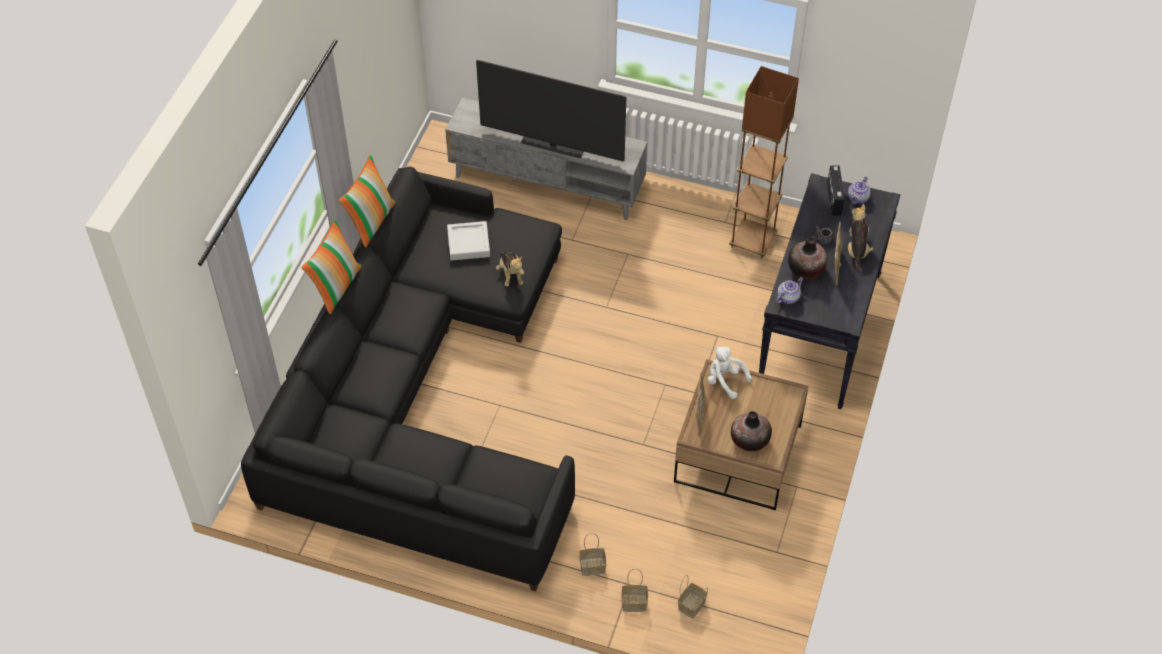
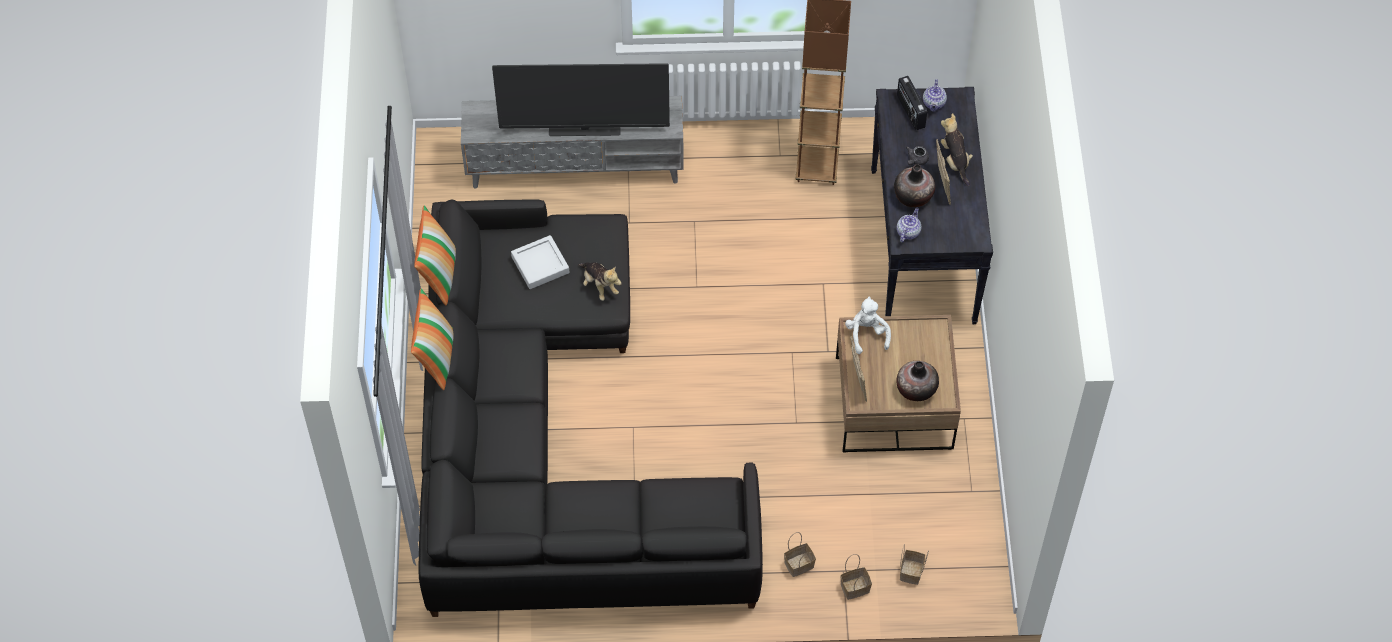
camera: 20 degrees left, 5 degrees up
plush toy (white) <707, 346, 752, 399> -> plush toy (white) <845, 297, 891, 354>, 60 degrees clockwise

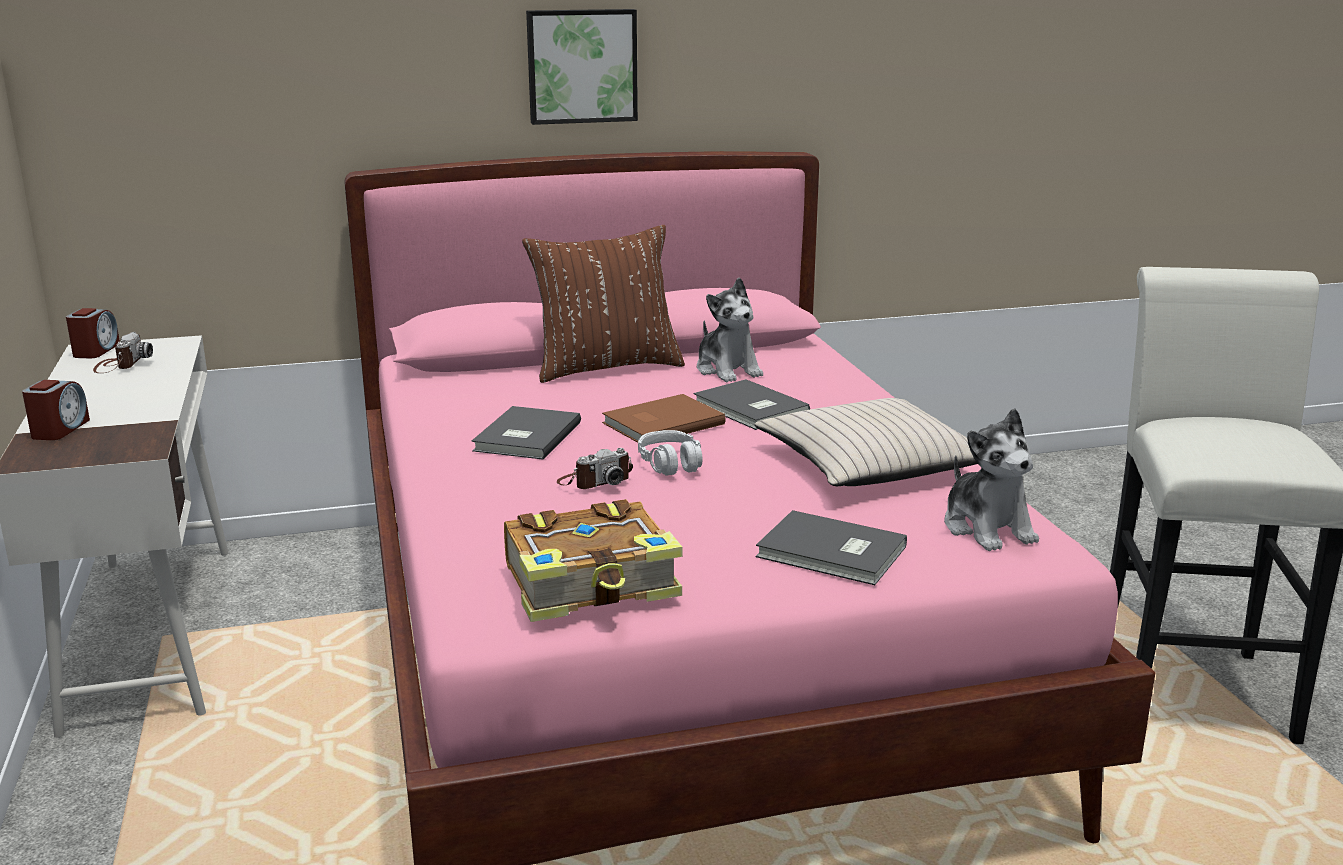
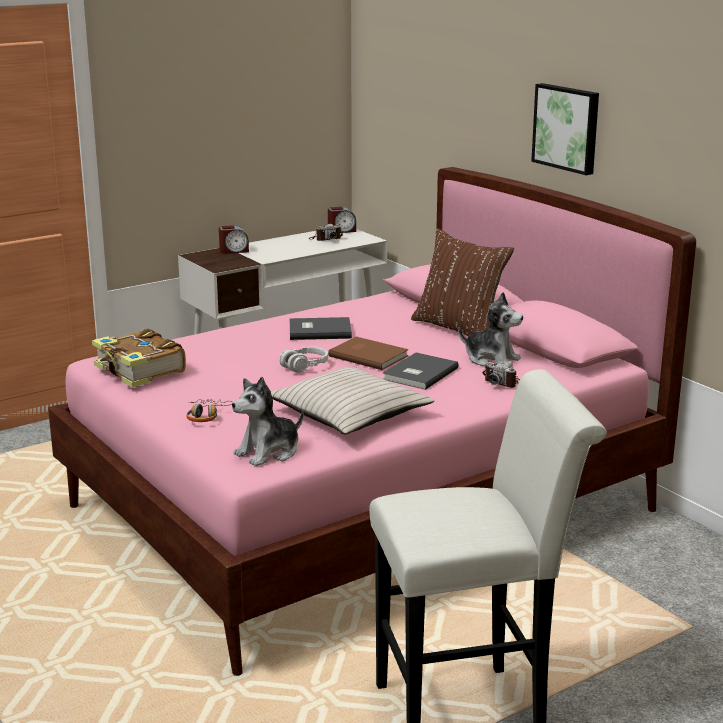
camera: 70 degrees right, 0 degrees up
plush toy <697, 277, 763, 382> -> plush toy <458, 292, 523, 368>, 105 degrees counterclockwise
photo camera <557, 448, 633, 489> -> photo camera <482, 362, 520, 388>, moved
book (grey) <756, 510, 907, 585> -> headphones <186, 399, 233, 422>

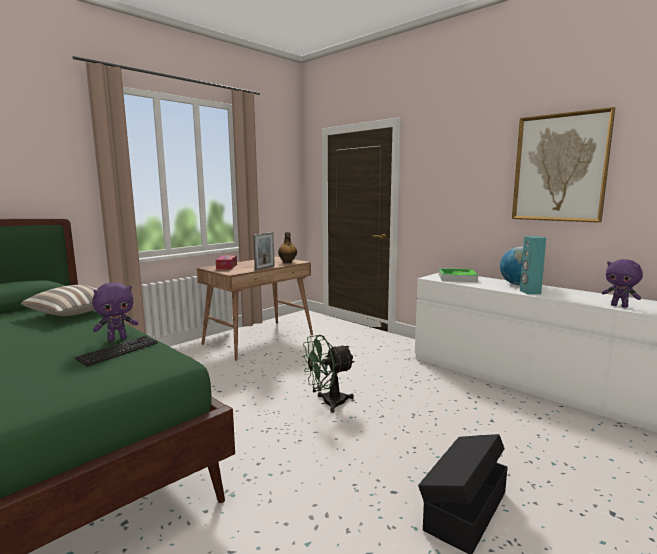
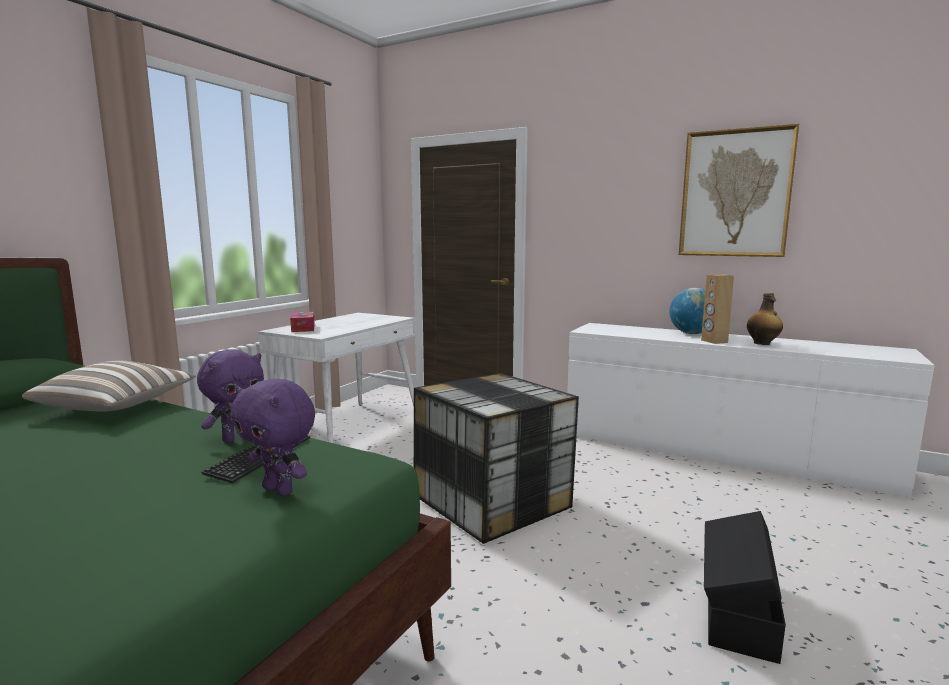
camera: 15 degrees left, 0 degrees up
picture frame <253, 232, 275, 271> -> none
bottle <278, 232, 297, 263> -> bottle <747, 293, 783, 345>, moved
speaker (turquoise) <520, 236, 546, 294> -> speaker (brown) <701, 274, 734, 344>
desk (brown) <197, 257, 313, 361> -> desk (white) <258, 313, 415, 443>
plush toy (purple) <602, 259, 643, 308> -> plush toy (purple) <231, 379, 315, 496>, moved
tray <439, 268, 478, 282> -> none
fan (green) <302, 335, 355, 412> -> storage box <414, 373, 579, 544>

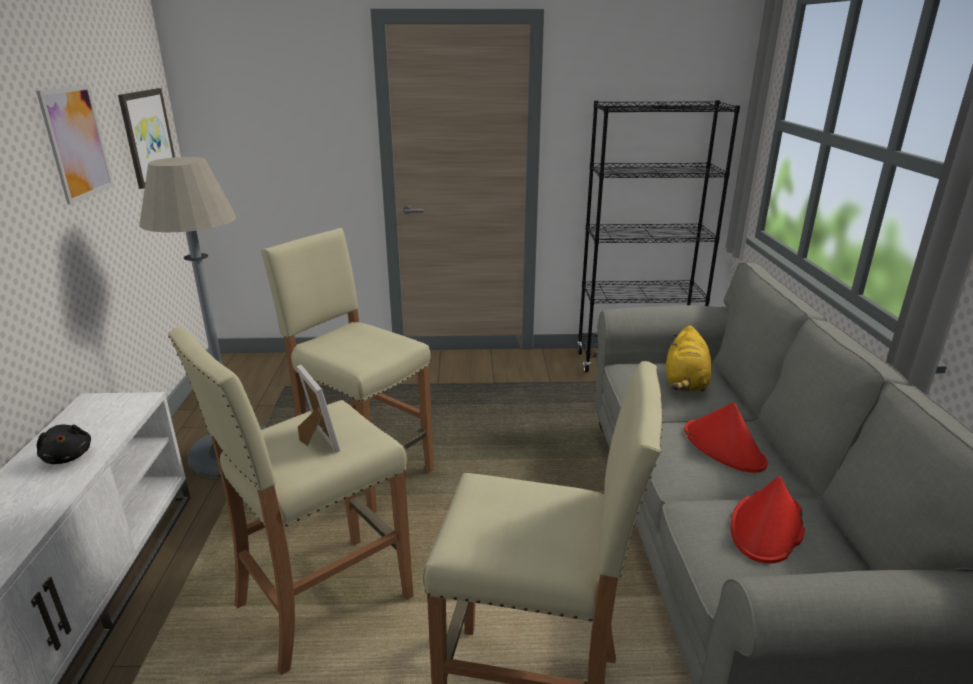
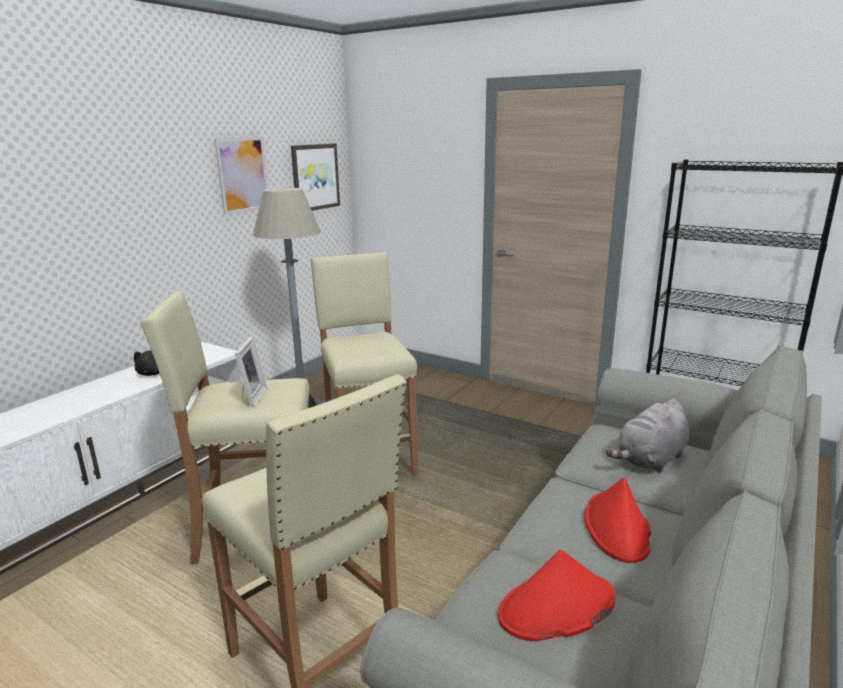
camera: 35 degrees right, 5 degrees down
plush toy (yellow) <666, 325, 711, 392> -> plush toy (grey) <606, 399, 689, 473>

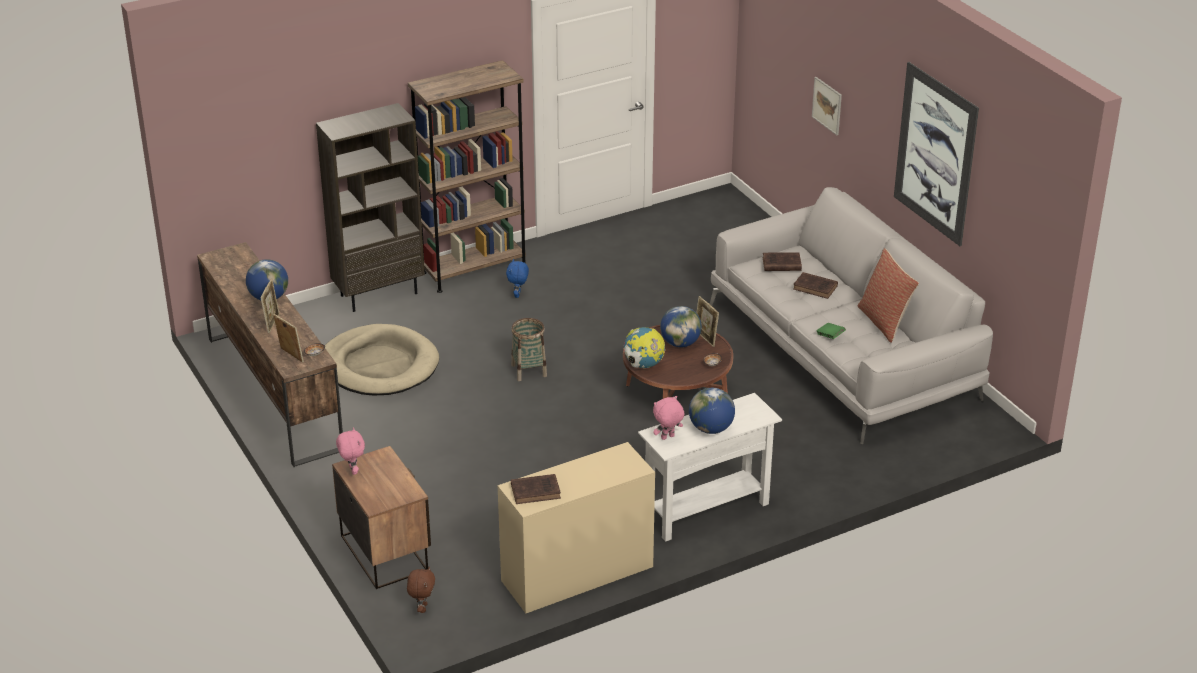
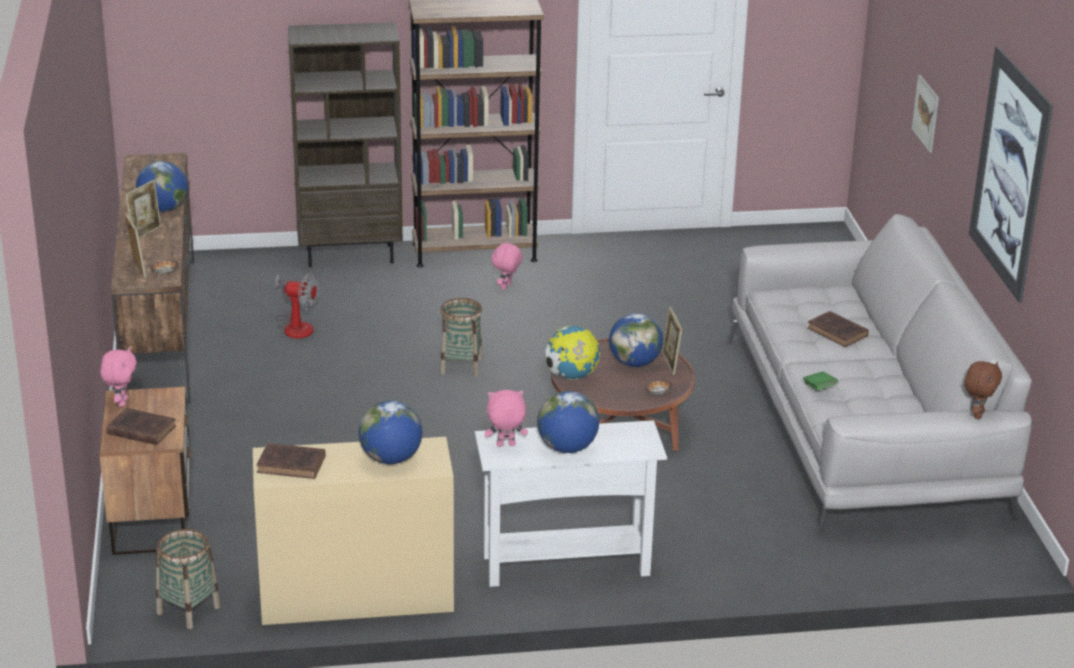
camera: 20 degrees right, 5 degrees down
pillow <858, 248, 919, 343> -> none
book (brown) <763, 252, 802, 271> -> book (brown) <106, 408, 176, 445>, moved
plush toy (blue) <506, 259, 529, 298> -> plush toy (pink) <492, 241, 523, 290>
dog bed (beige) <325, 324, 439, 396> -> fan <275, 273, 318, 339>
plush toy (brown) <407, 567, 435, 613> -> plush toy (brown) <965, 361, 1002, 419>, moved
none -> globe <359, 400, 422, 464>
none -> basket <156, 529, 221, 629>

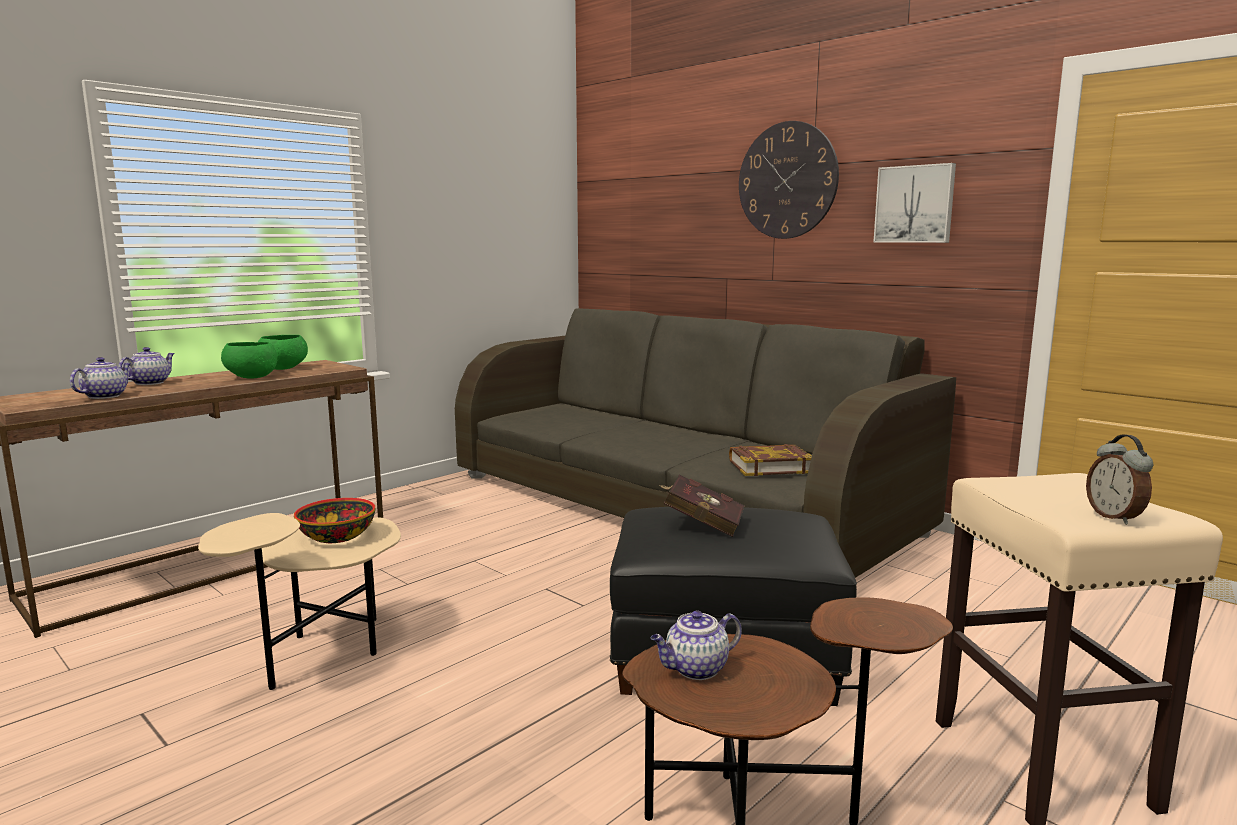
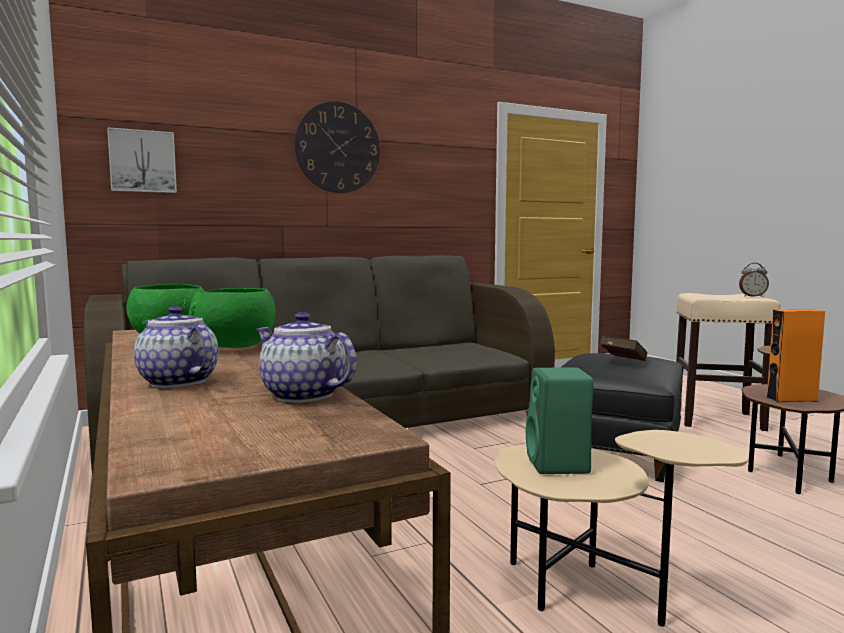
camera: 70 degrees left, 5 degrees down
picture <873, 163, 956, 243> -> picture <107, 127, 177, 193>, moved
book <729, 444, 812, 476> -> none
bowl <294, 498, 375, 543> -> speaker (green) <526, 367, 594, 474>
teapot <651, 611, 742, 680> -> speaker (orange) <767, 309, 825, 402>

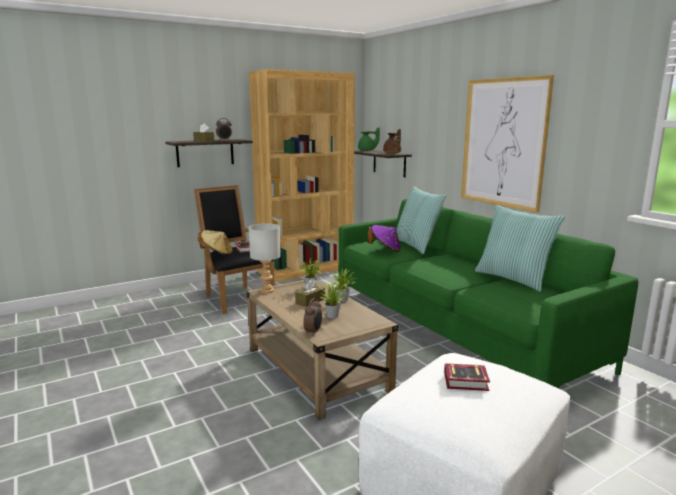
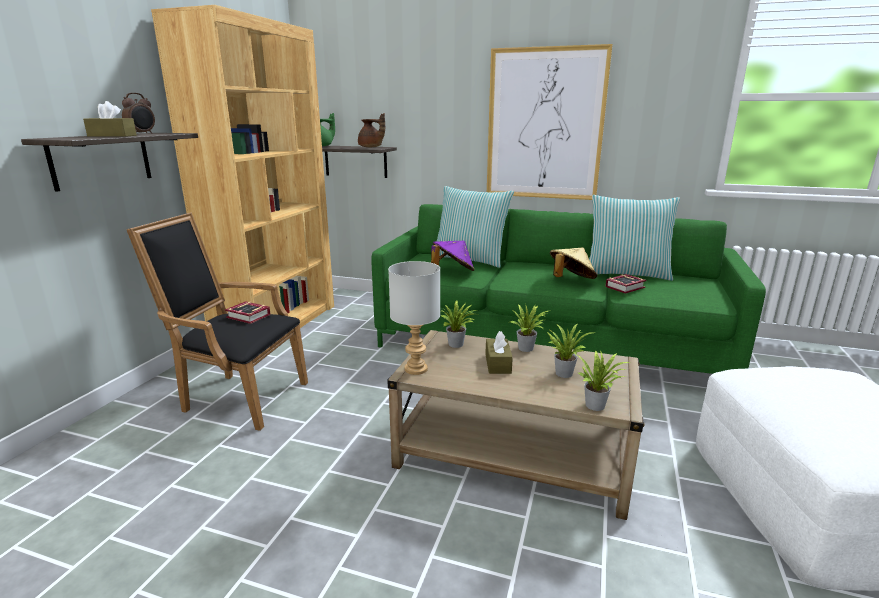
camera: 40 degrees left, 5 degrees up
hat (beige) <198, 230, 233, 255> -> hat (beige) <550, 247, 597, 279>, moved
alarm clock <303, 298, 322, 336> -> potted plant <577, 350, 630, 411>
book <444, 363, 490, 391> -> book <605, 274, 646, 294>, moved

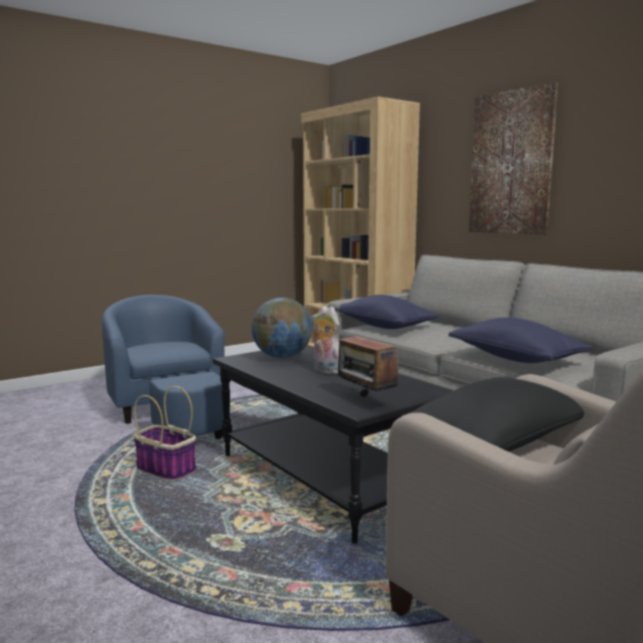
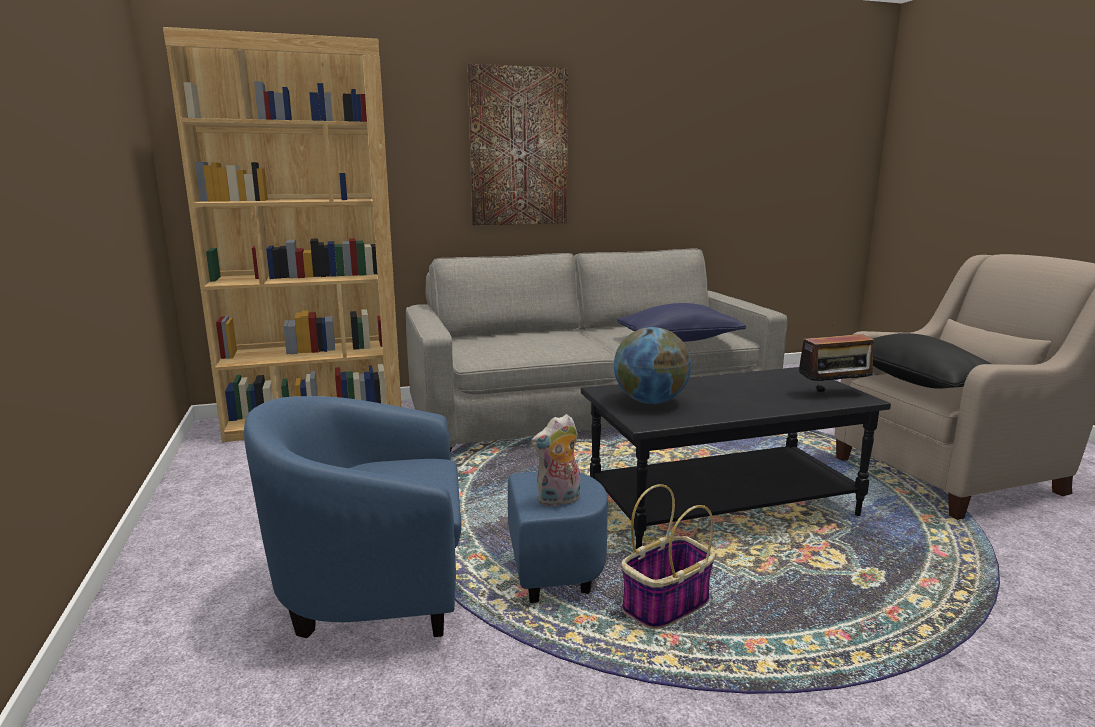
camera: 70 degrees left, 5 degrees up
pillow (blue) <335, 295, 439, 329> -> none
plush toy <311, 306, 339, 374> -> plush toy <531, 414, 581, 506>, moved

